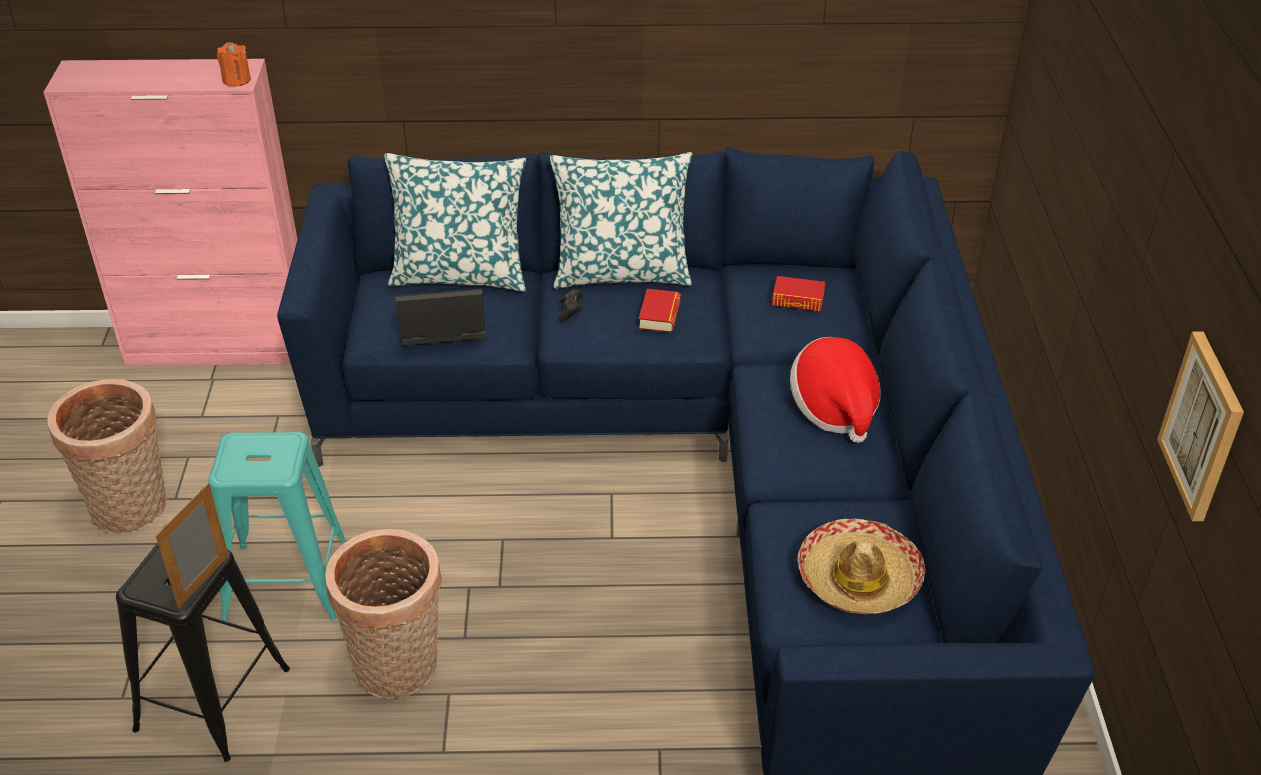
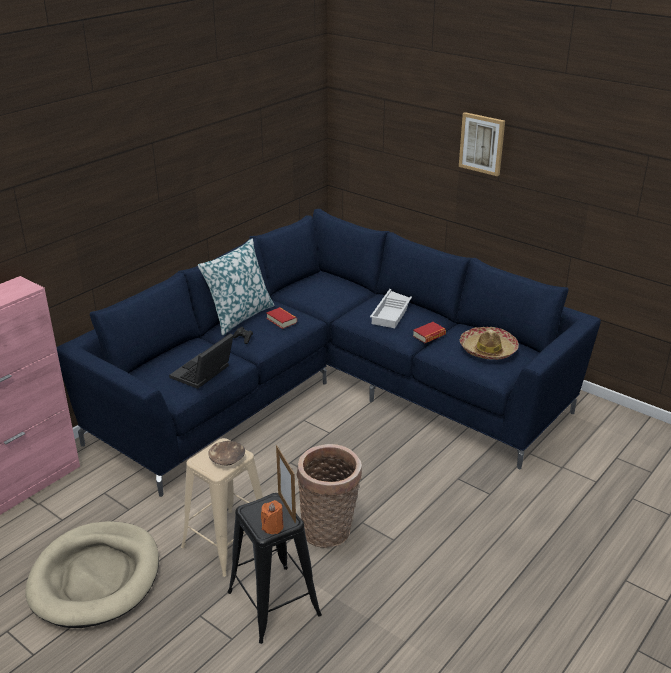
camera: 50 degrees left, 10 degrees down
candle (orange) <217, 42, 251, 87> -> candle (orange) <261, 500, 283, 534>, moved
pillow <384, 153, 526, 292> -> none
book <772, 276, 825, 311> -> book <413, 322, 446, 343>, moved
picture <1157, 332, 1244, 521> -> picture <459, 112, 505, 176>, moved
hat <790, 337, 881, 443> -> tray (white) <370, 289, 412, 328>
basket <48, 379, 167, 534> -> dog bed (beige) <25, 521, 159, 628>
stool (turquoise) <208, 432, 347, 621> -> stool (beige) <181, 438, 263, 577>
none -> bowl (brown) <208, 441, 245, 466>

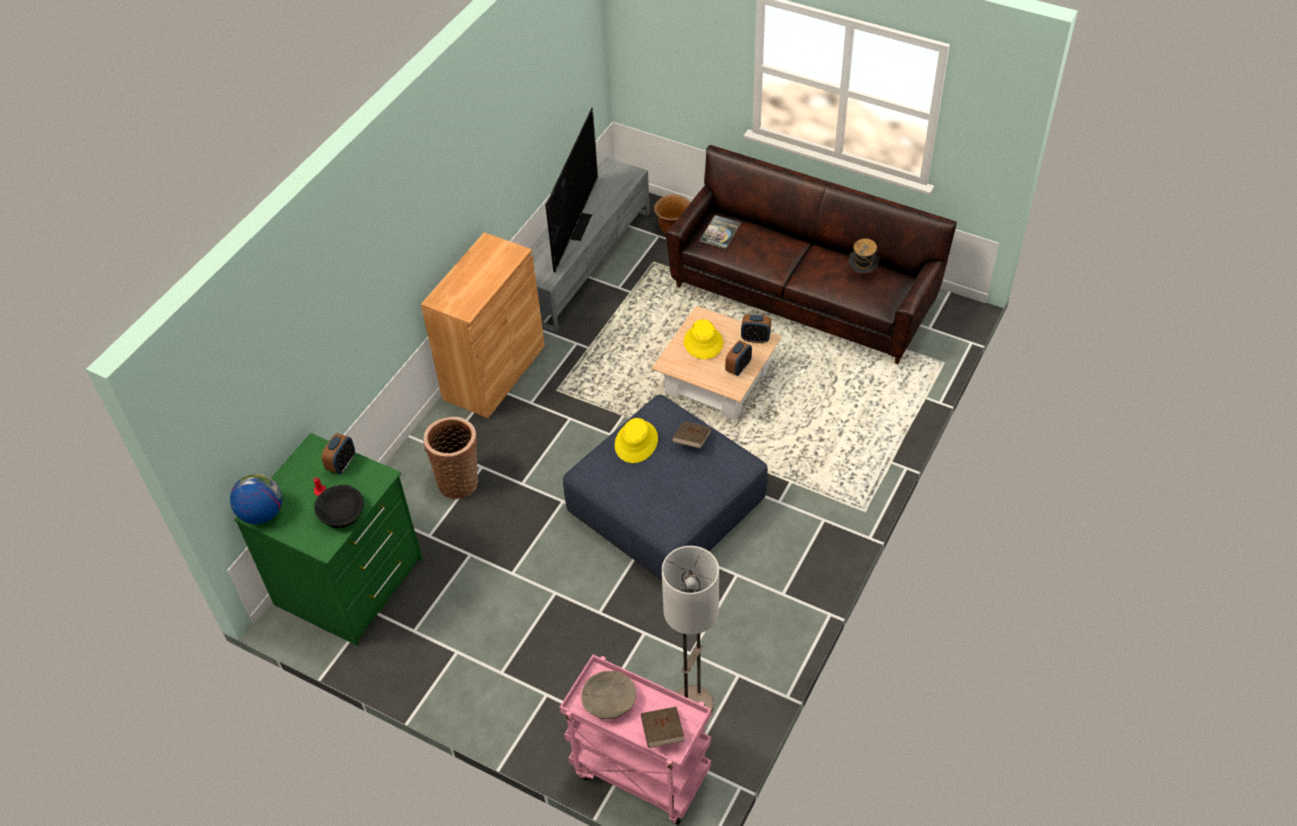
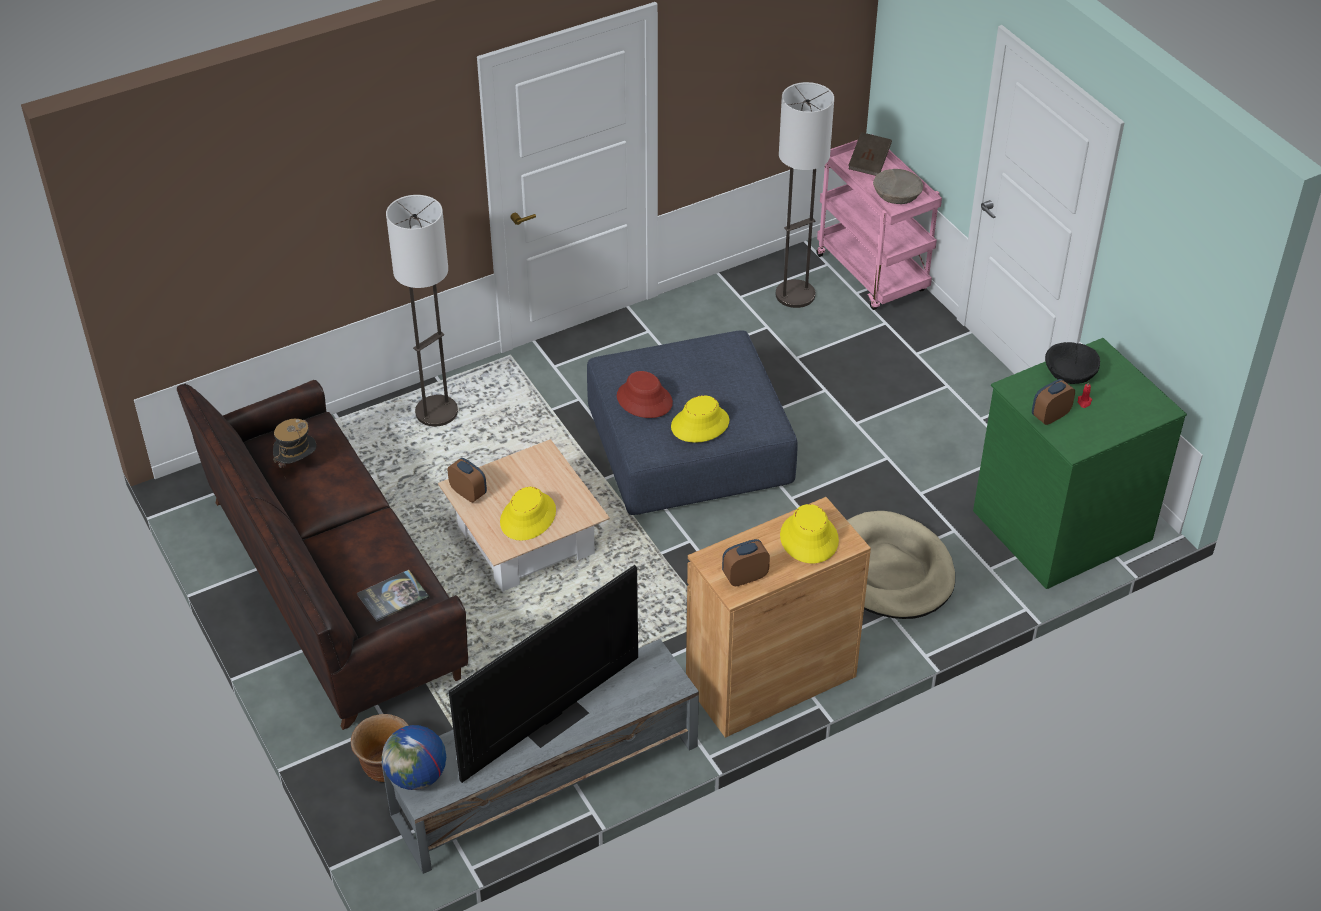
camera: 150 degrees left, 5 degrees down
alarm clock <725, 340, 752, 376> -> alarm clock <722, 539, 770, 586>, moved
basket <423, 417, 478, 499> -> dog bed (beige) <847, 511, 955, 619>
book (brown) <672, 421, 712, 449> -> hat (red) <617, 371, 673, 418>
globe <230, 474, 282, 524> -> globe <382, 725, 446, 790>, moved
none -> floor lamp <386, 195, 458, 426>
none -> hat (yellow) <780, 504, 839, 563>

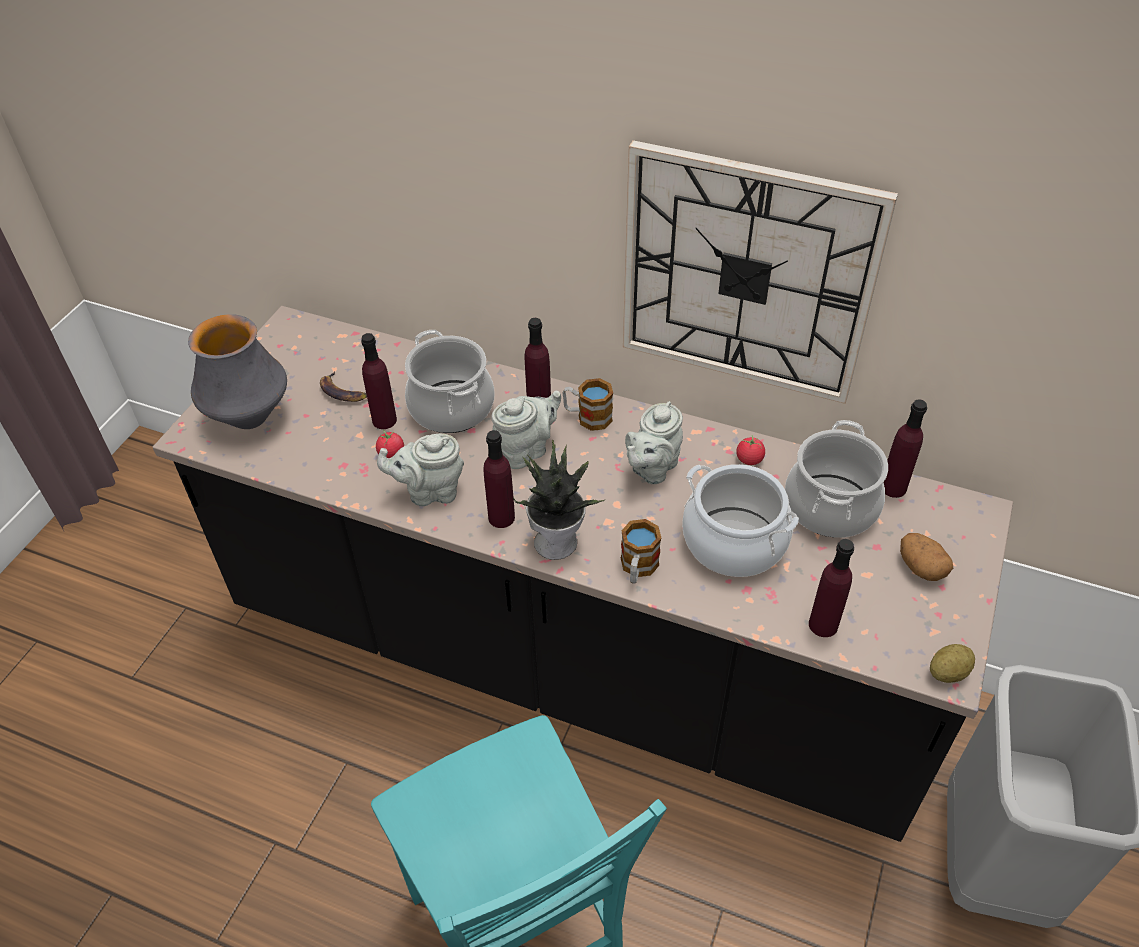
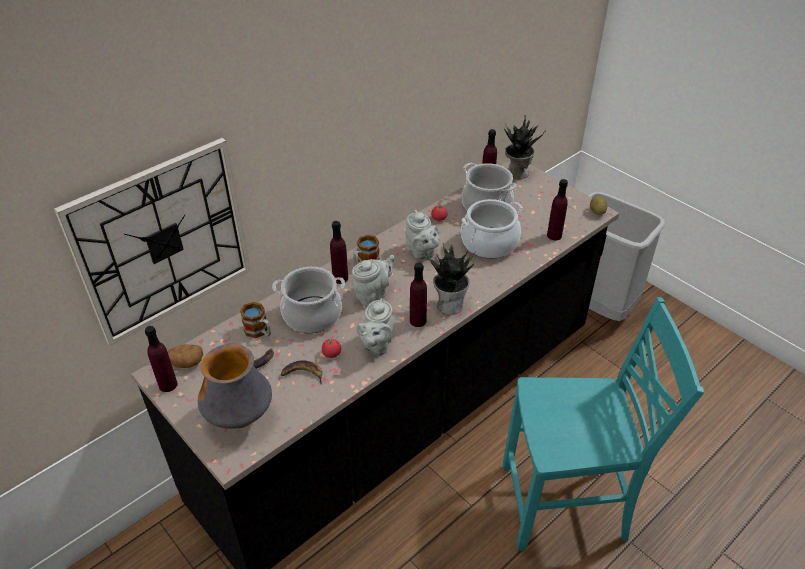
camera: 65 degrees left, 5 degrees down
wall clock <623, 140, 898, 404> -> wall clock <54, 138, 251, 346>, moved
bottle (purple) <361, 333, 397, 429> -> bottle (purple) <145, 326, 178, 392>, moved
teapot (grey) <491, 391, 561, 469> -> teapot (grey) <352, 255, 395, 306>, 60 degrees clockwise
mug <621, 519, 661, 584> -> mug <240, 302, 271, 338>, moved
potato <900, 533, 953, 581> -> potato <168, 344, 203, 368>, moved
none -> potted plant <504, 115, 546, 179>
none -> banana <281, 360, 323, 385>

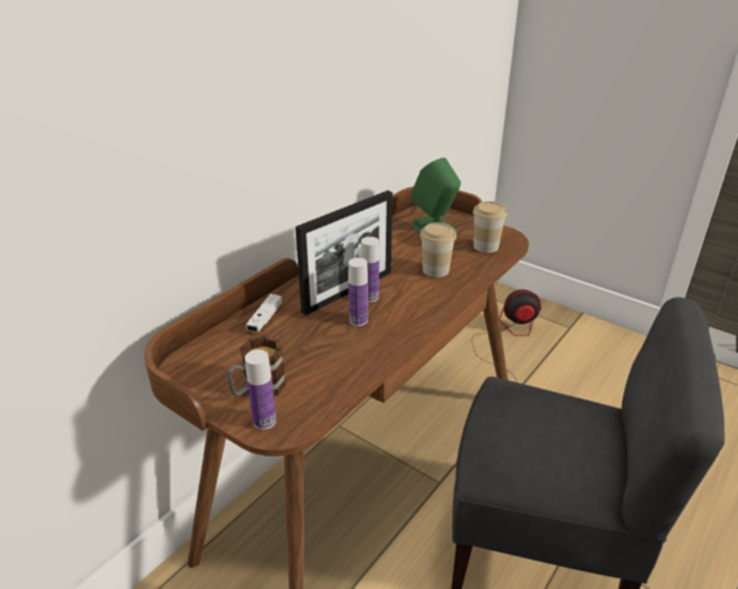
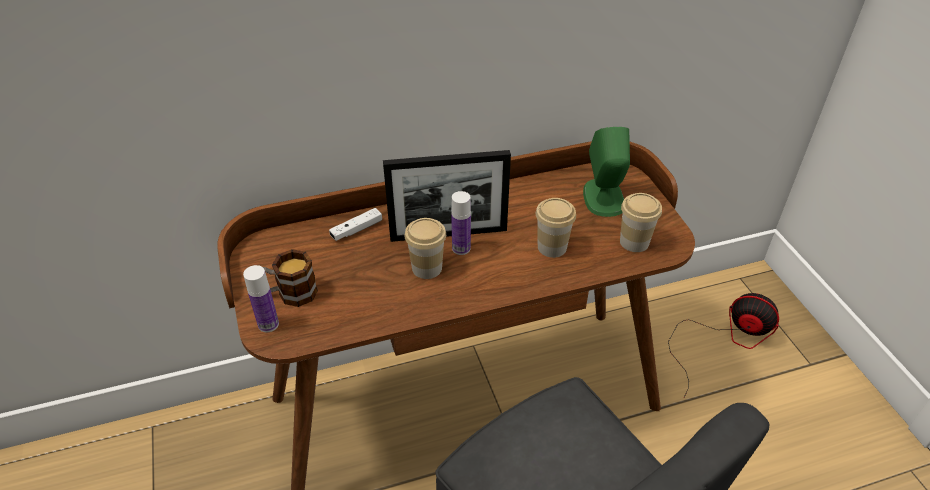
camera: 35 degrees right, 10 degrees up
bottle <348, 258, 368, 326> -> cup <405, 218, 446, 279>

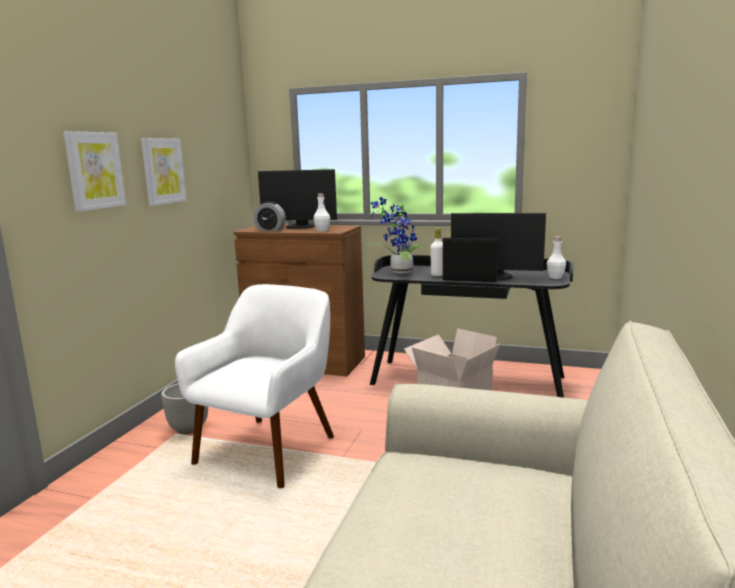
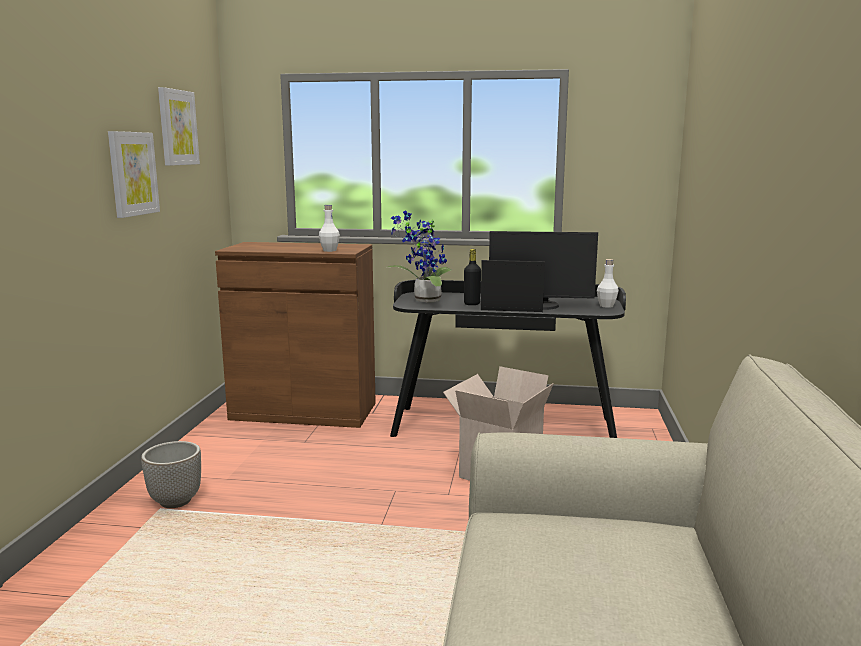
camera: 10 degrees left, 0 degrees up
picture <63, 131, 126, 211> -> picture <158, 87, 200, 166>, moved
monitor <258, 169, 337, 229> -> none
alarm clock <253, 201, 286, 231> -> none
bottle (white) <430, 228, 443, 276> -> bottle (black) <464, 249, 481, 305>
armchair (white) <175, 284, 334, 488> -> none

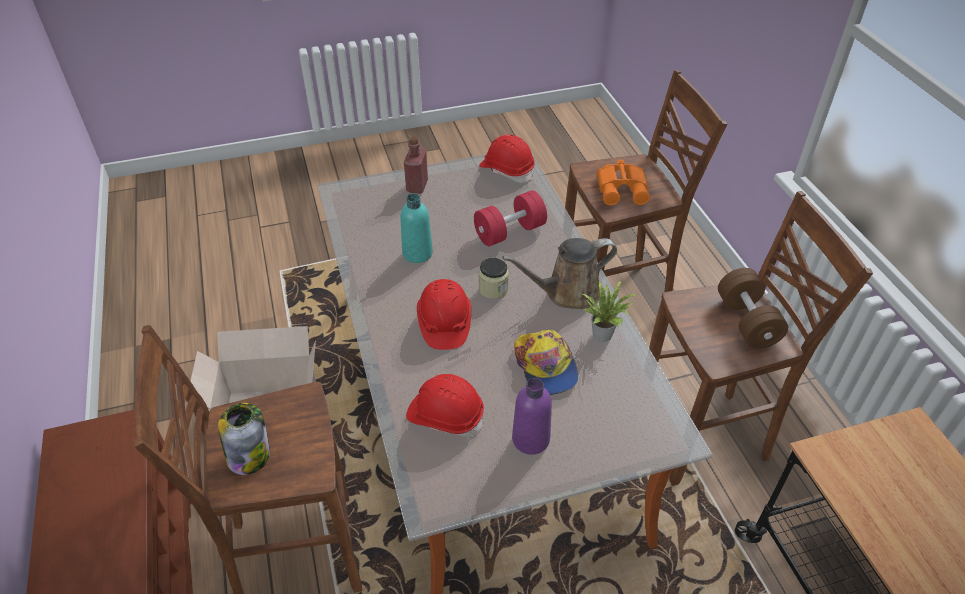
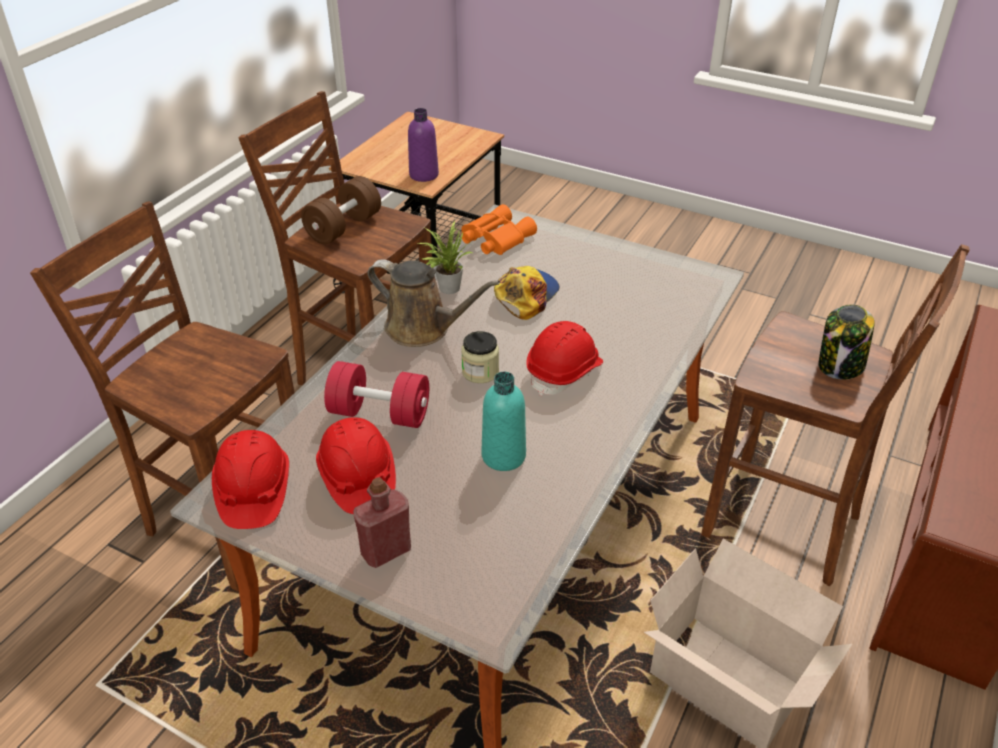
camera: 135 degrees left, 5 degrees down
binoculars (orange) <597, 160, 650, 205> -> binoculars (orange) <461, 204, 537, 255>, moved
hard hat (red) <406, 374, 484, 436> -> hard hat (red) <316, 417, 396, 514>, moved
bottle (purple) <512, 378, 552, 455> -> bottle (purple) <408, 108, 439, 182>, moved

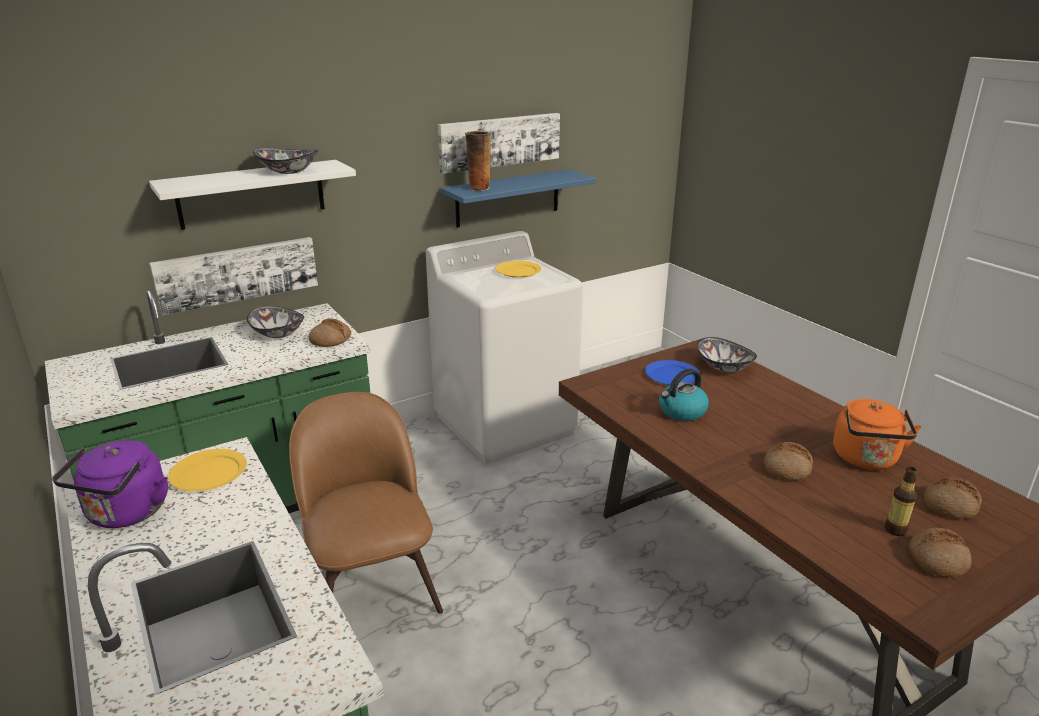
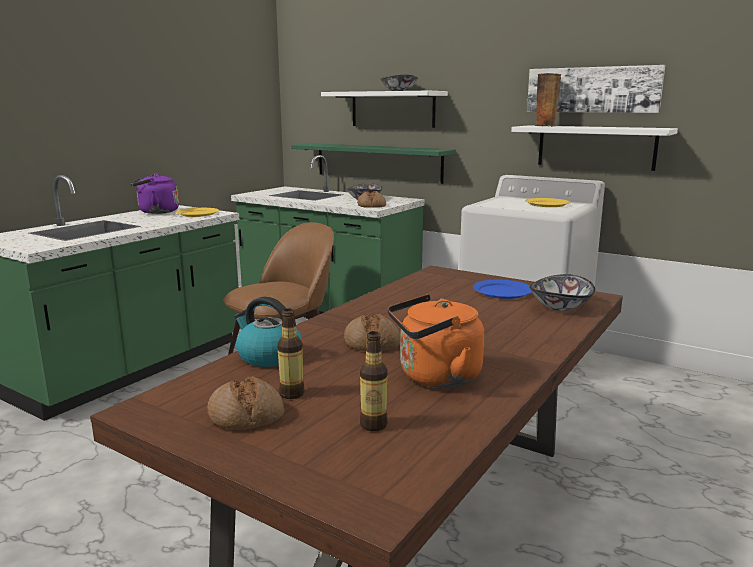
camera: 65 degrees right, 10 degrees down
shelf (blue) <440, 169, 597, 228> -> shelf (white) <511, 126, 678, 171>
picture <149, 237, 318, 315> -> shelf (green) <291, 143, 456, 184>
kettle <659, 369, 709, 421> -> kettle <234, 297, 302, 367>, moved
bread <924, 477, 982, 519> -> bottle <360, 331, 388, 431>

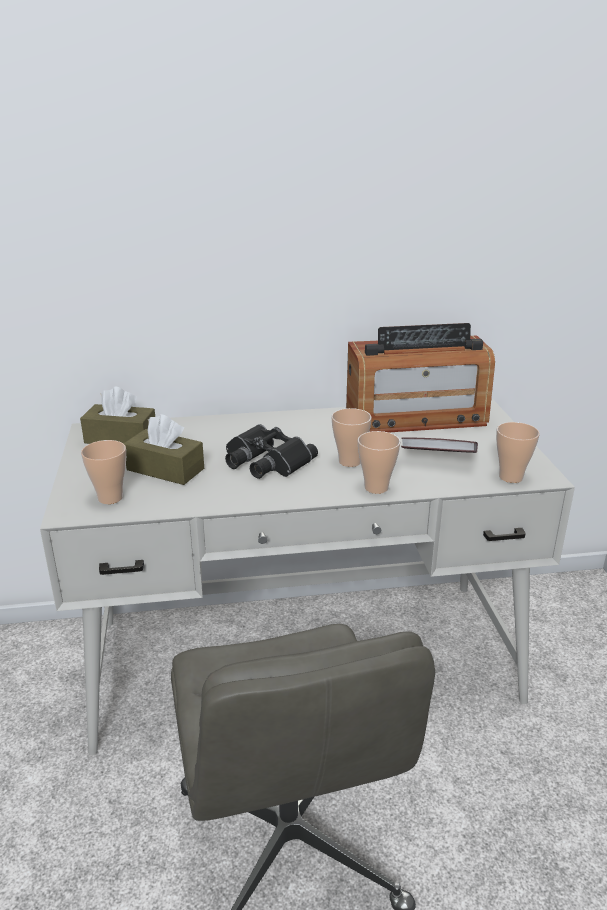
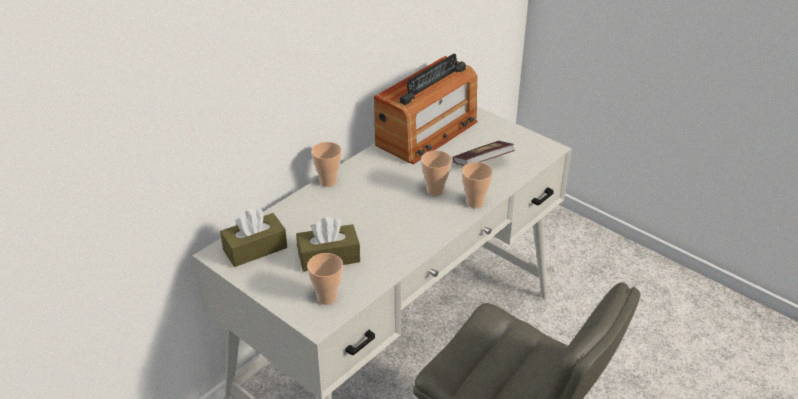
camera: 40 degrees left, 10 degrees up
cup <496, 422, 540, 483> -> cup <311, 142, 342, 187>, moved
binoculars (black) <225, 424, 318, 479> -> none

